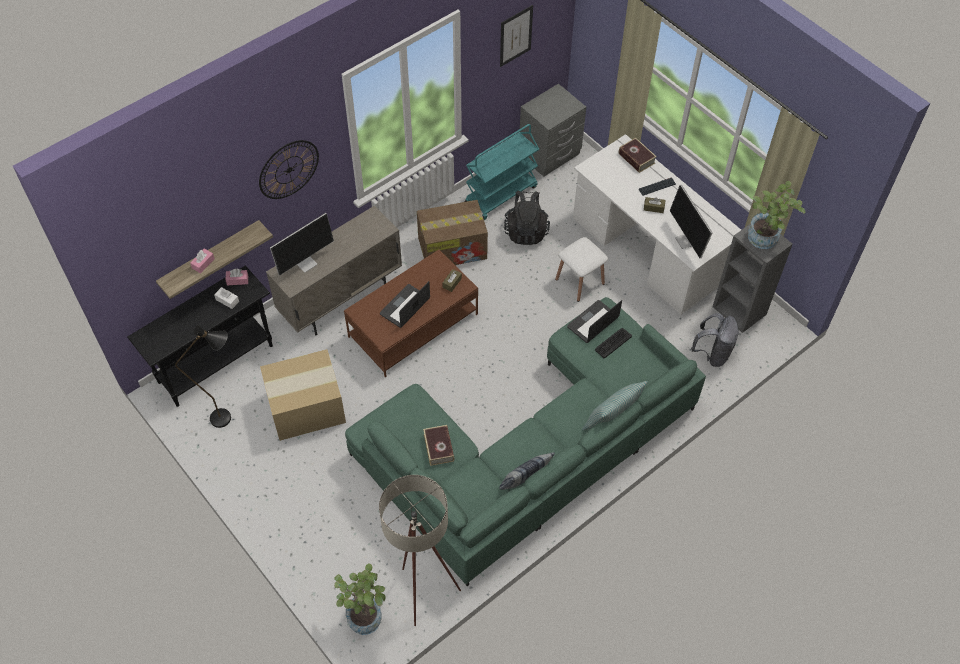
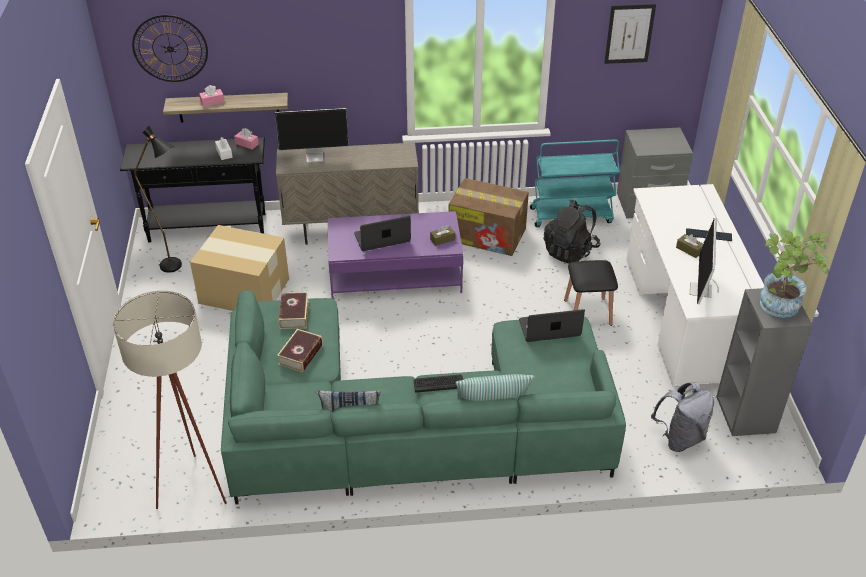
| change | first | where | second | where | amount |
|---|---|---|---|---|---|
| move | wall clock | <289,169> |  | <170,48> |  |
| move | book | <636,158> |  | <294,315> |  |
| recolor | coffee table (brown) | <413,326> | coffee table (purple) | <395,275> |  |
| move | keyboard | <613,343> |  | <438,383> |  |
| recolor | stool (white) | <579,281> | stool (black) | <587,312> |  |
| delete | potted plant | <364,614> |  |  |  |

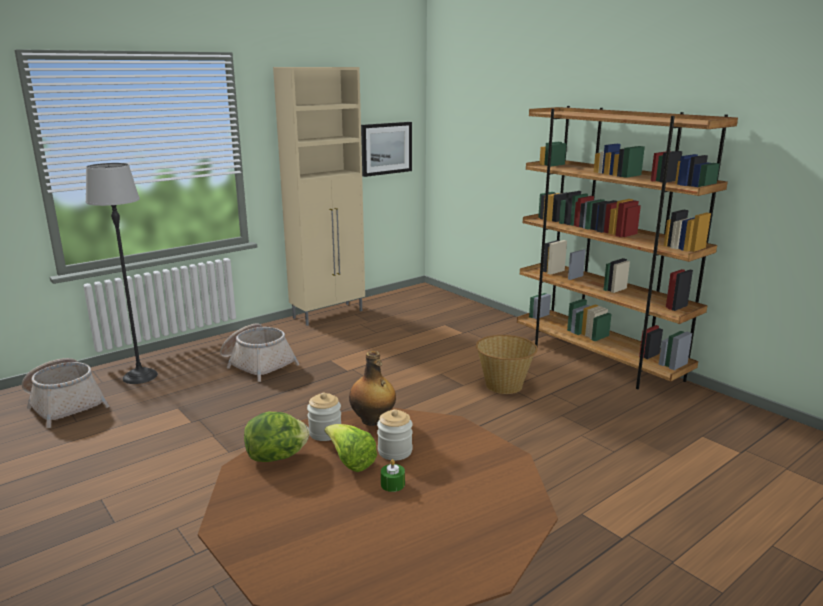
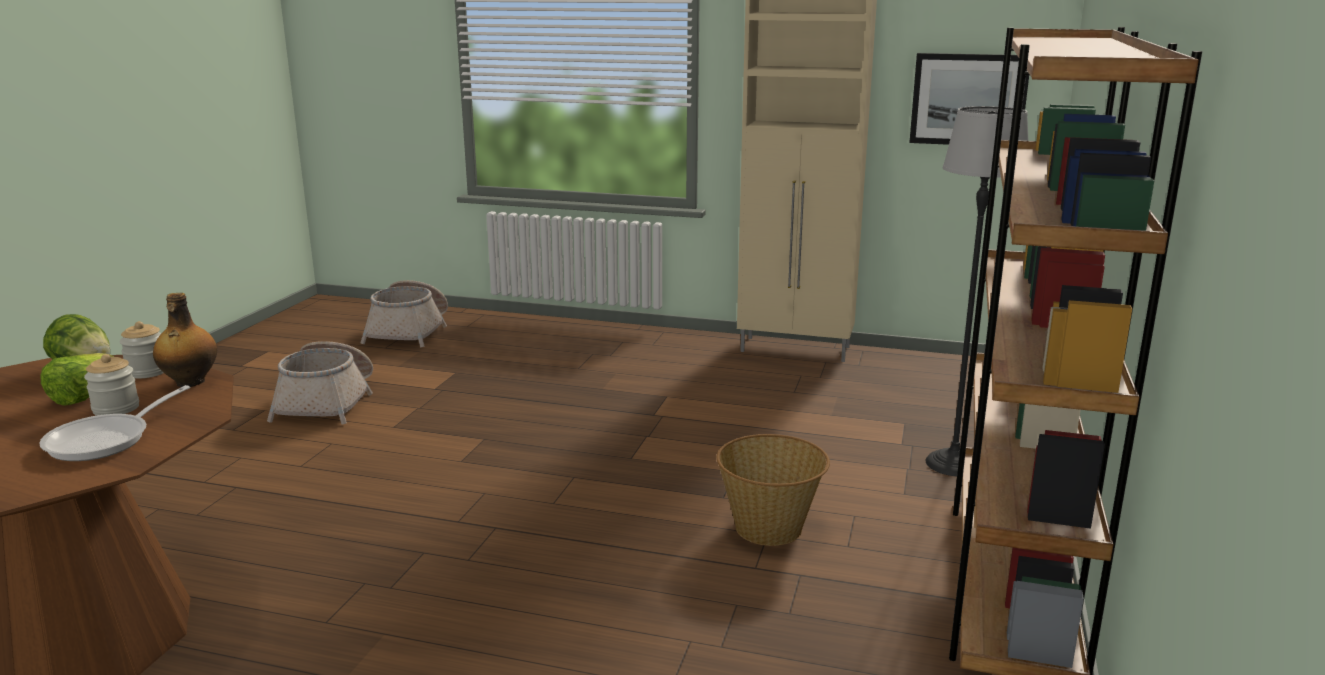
| change | first | where | second | where | amount |
|---|---|---|---|---|---|
| insert |  |  | frying pan | <106,440> |  |
| move | basket | <257,364> |  | <327,402> |  |
| move | floor lamp | <140,376> |  | <954,463> |  |
| delete | candle (green) | <392,484> |  |  |  |

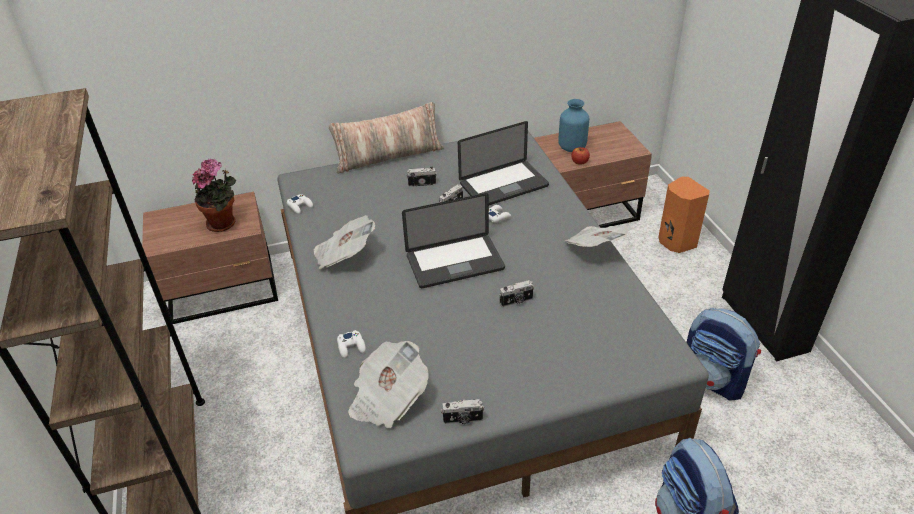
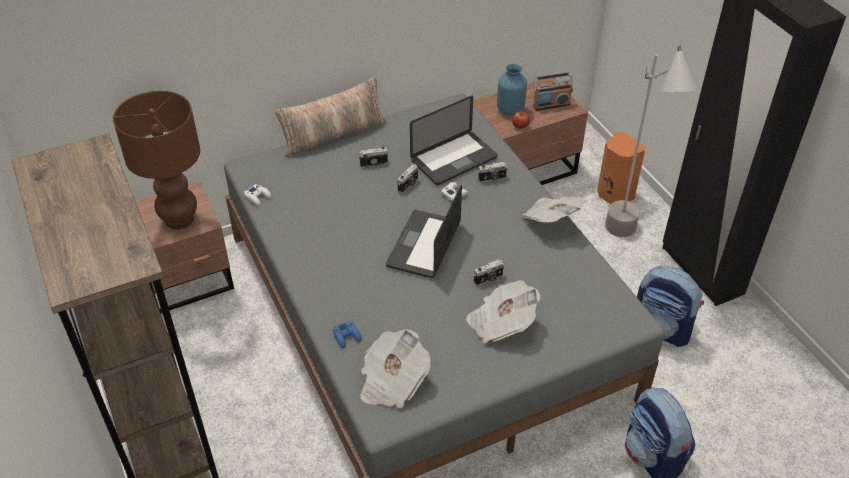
| change | first | where | second | where | amount |
|---|---|---|---|---|---|
| replace | potted plant | <224,223> | table lamp (brown) | <180,219> |  |
| recolor | game controller (white) | <351,346> | game controller (blue) | <347,336> |  |
| rotate | laptop | <455,262> |  | <424,245> | 135 degrees clockwise |
| move | newspaper | <344,255> |  | <501,323> |  |
| move | photo camera | <463,420> |  | <492,179> |  |
| insert |  |  | radio | <551,105> |  |
| insert |  |  | floor lamp (grey) | <628,244> |  |

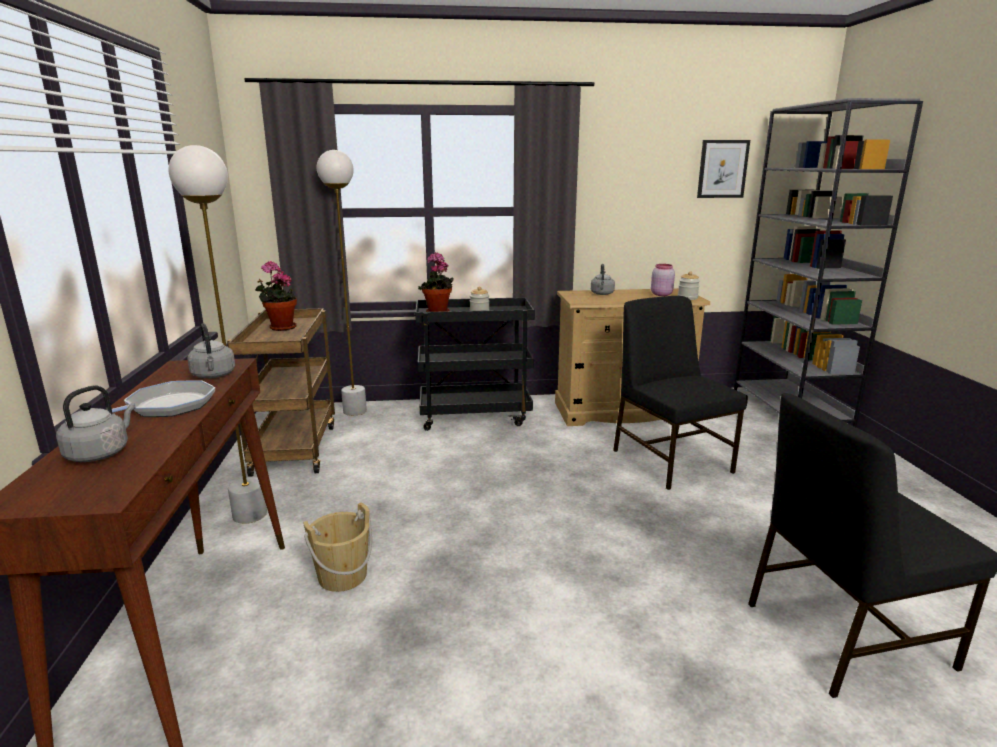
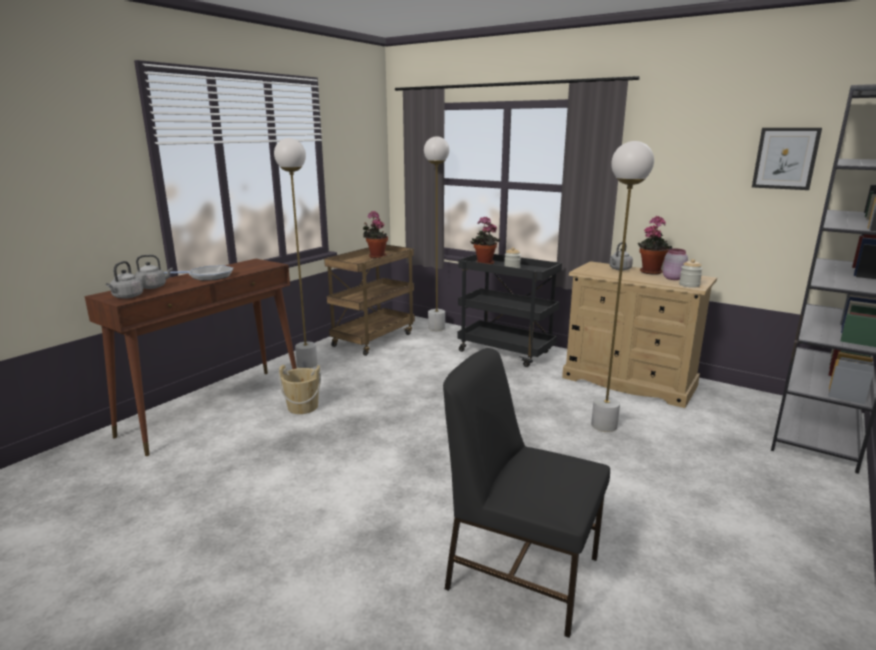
| change | first | where | second | where | amount |
|---|---|---|---|---|---|
| move | kettle (grey) | <214,375> |  | <127,297> |  |
| replace | chair (black) | <671,460> | floor lamp (white) | <604,425> |  |
| insert |  |  | potted plant | <650,271> |  |

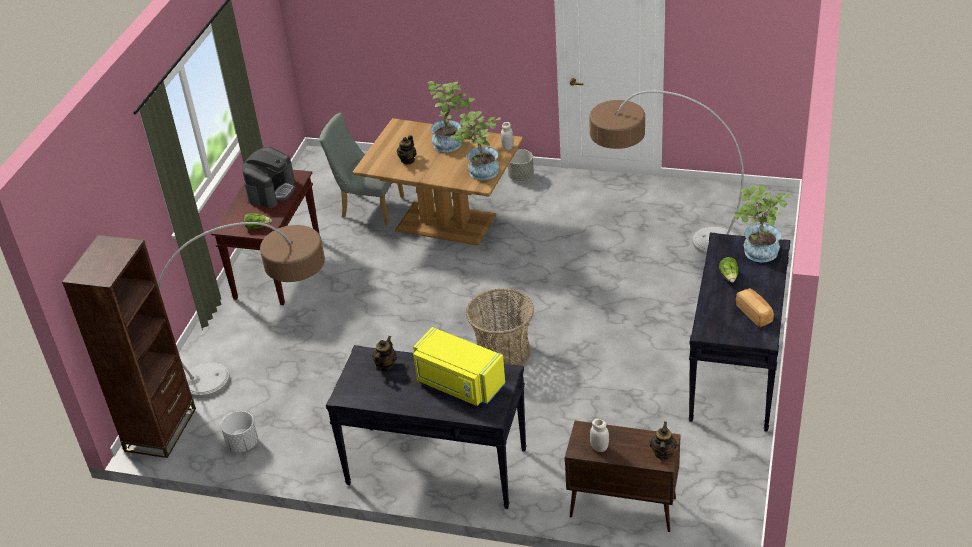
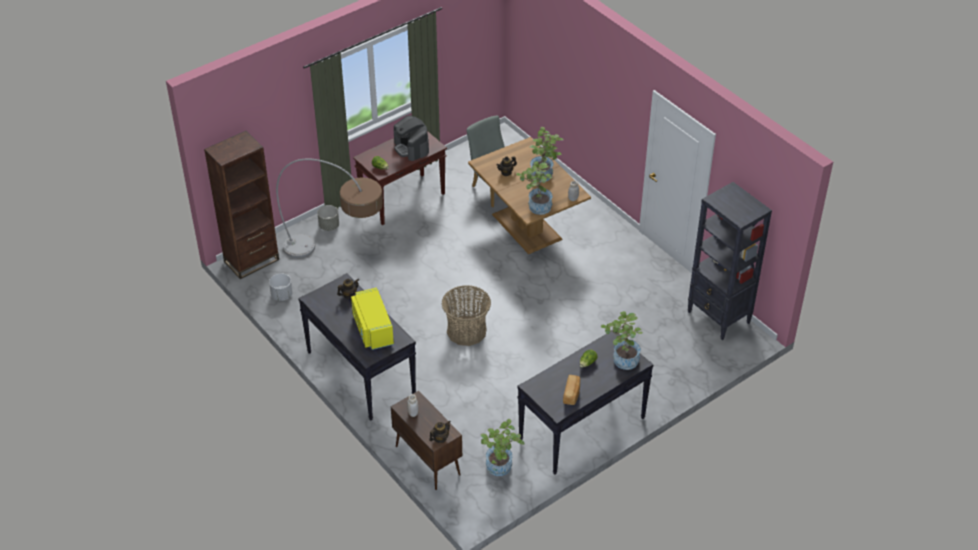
| change | first | where | second | where | amount |
|---|---|---|---|---|---|
| move | planter (grey) | <521,176> |  | <329,226> |  |
| rotate | coffee machine | <271,191> |  | <411,148> | 90 degrees clockwise |
| insert |  |  | potted plant | <500,469> |  |
| insert |  |  | bookcase (black) | <719,317> |  |
| delete | floor lamp | <657,232> |  |  |  |

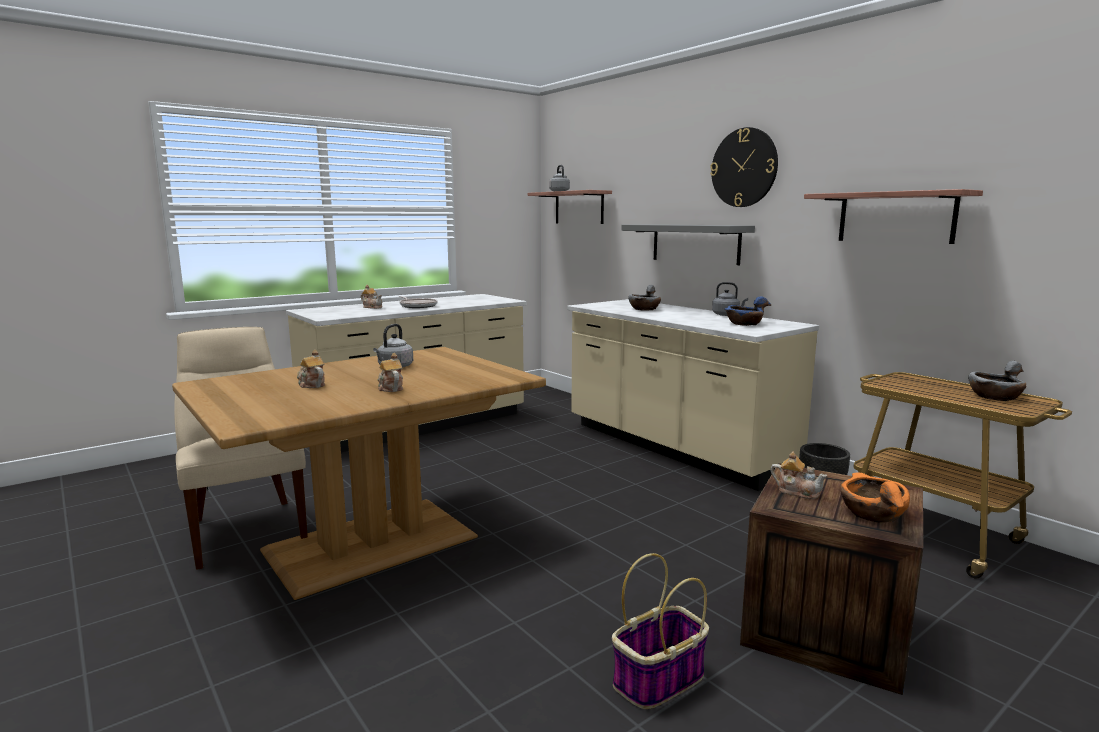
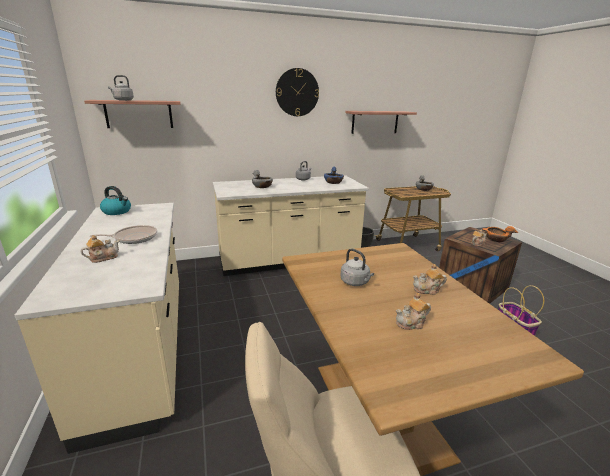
| change | first | where | second | where | amount |
|---|---|---|---|---|---|
| insert |  |  | kettle | <117,211> |  |
| delete | shelf (grey) | <695,243> |  |  |  |

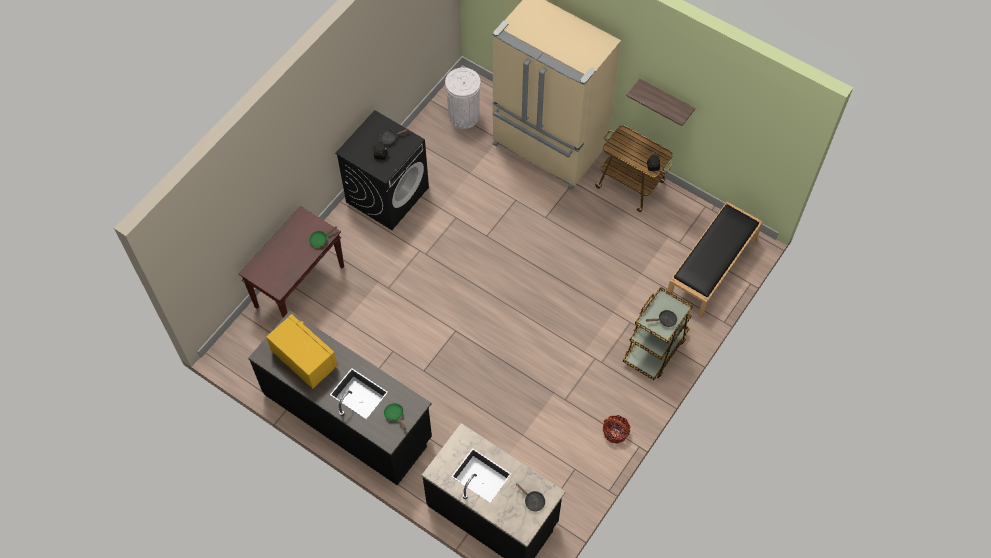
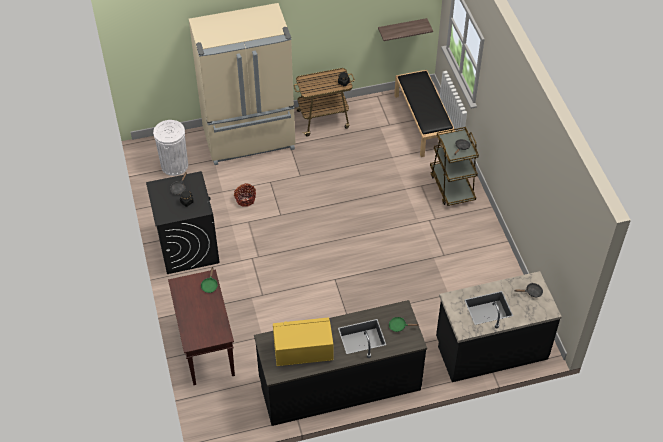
| change | first | where | second | where | amount |
|---|---|---|---|---|---|
| move | basket | <615,432> |  | <245,199> |  |
| move | shelf | <665,100> |  | <402,29> |  |

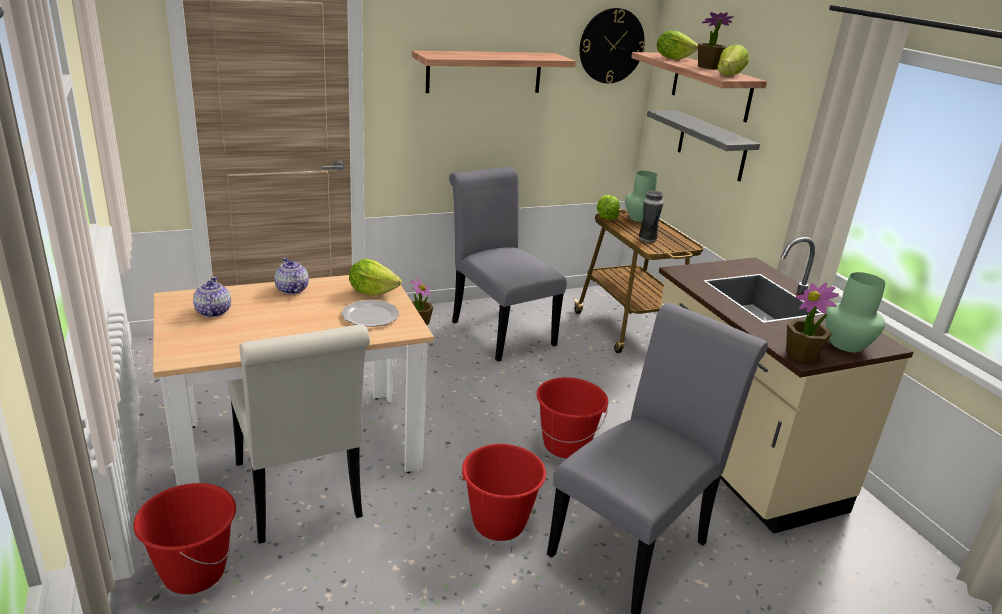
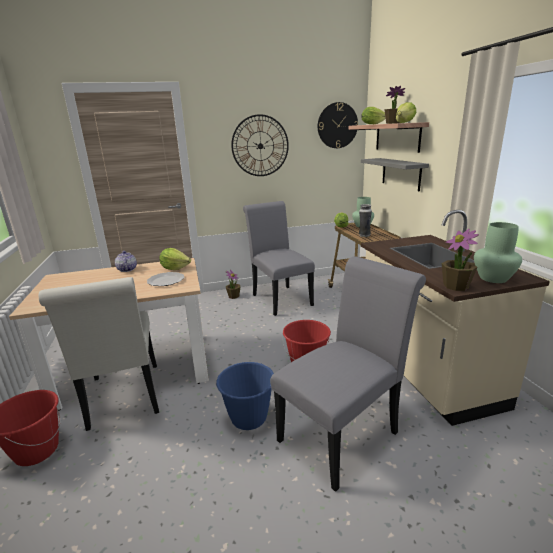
| change | first | where | second | where | amount |
|---|---|---|---|---|---|
| recolor | bucket (red) | <499,523> | bucket (blue) | <248,418> |  |
| replace | shelf | <484,72> | wall clock | <260,146> |  |
| delete | teapot | <213,312> |  |  |  |

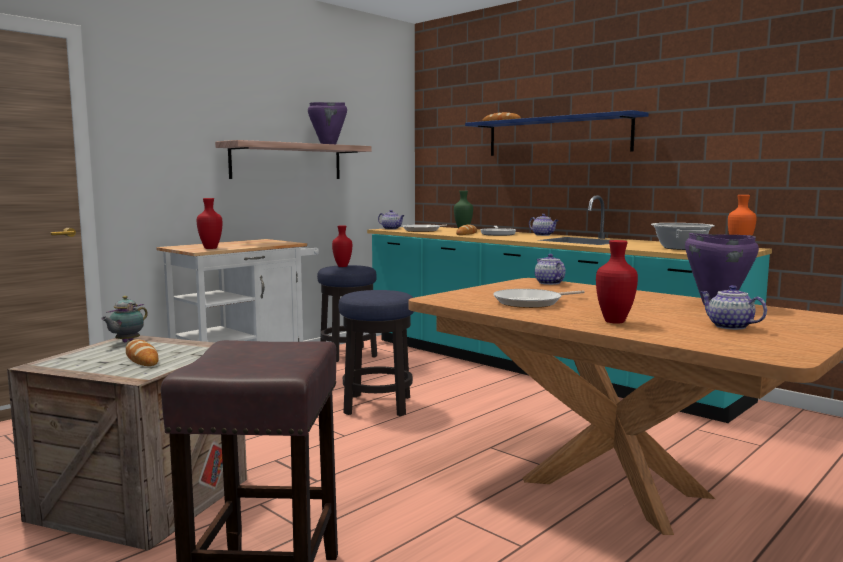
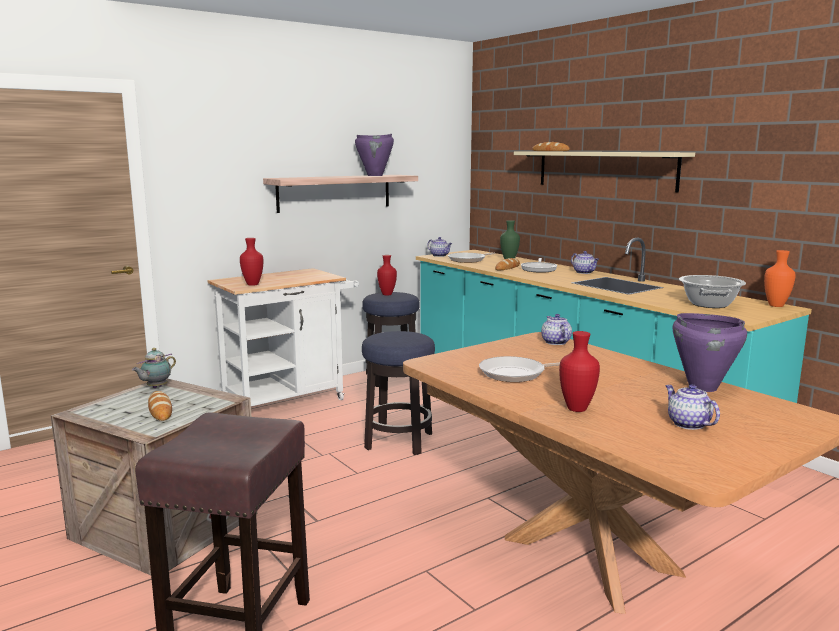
| change | first | where | second | where | amount |
|---|---|---|---|---|---|
| recolor | shelf (blue) | <557,136> | shelf (beige) | <604,170> |  |

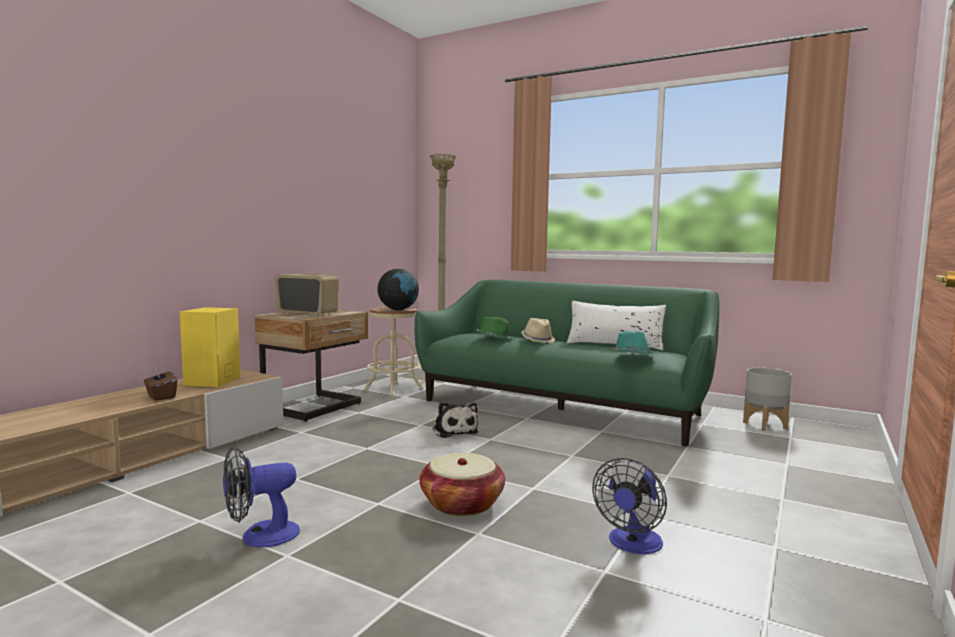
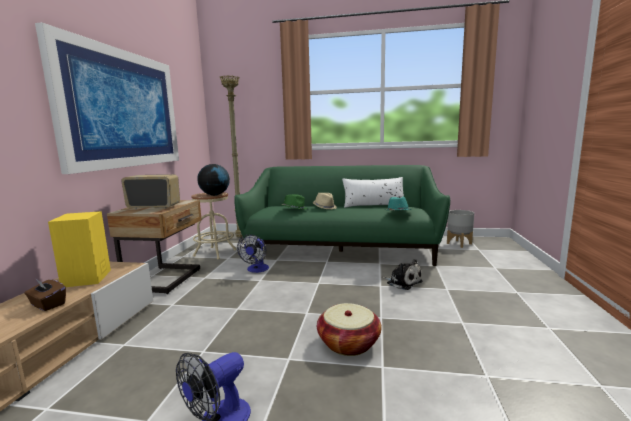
| change | first | where | second | where | amount |
|---|---|---|---|---|---|
| insert |  |  | picture | <122,109> |  |
| move | fan | <632,544> |  | <256,270> |  |
| move | plush toy | <454,431> |  | <402,282> |  |

